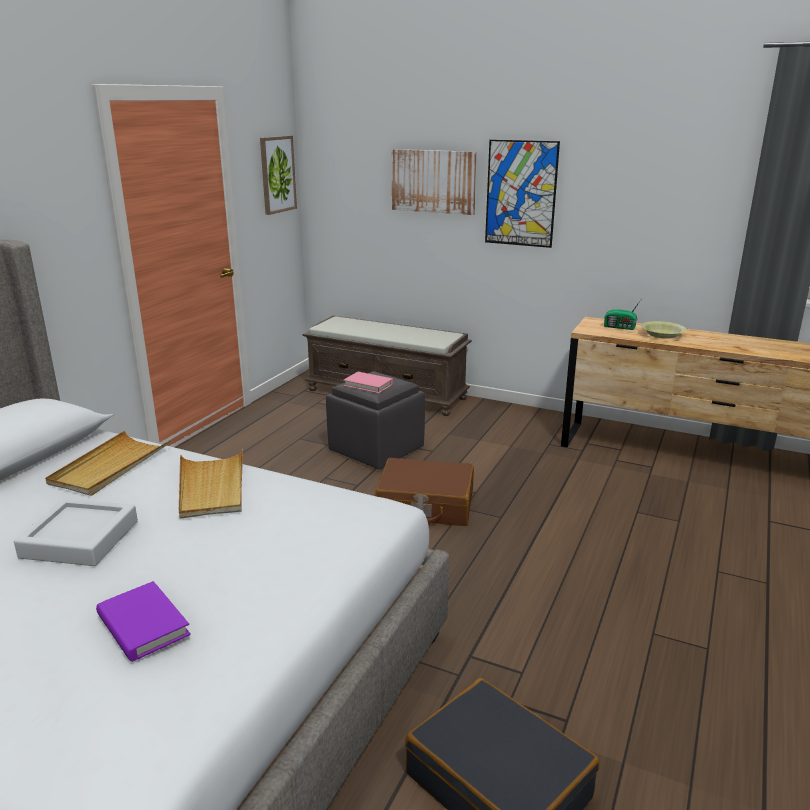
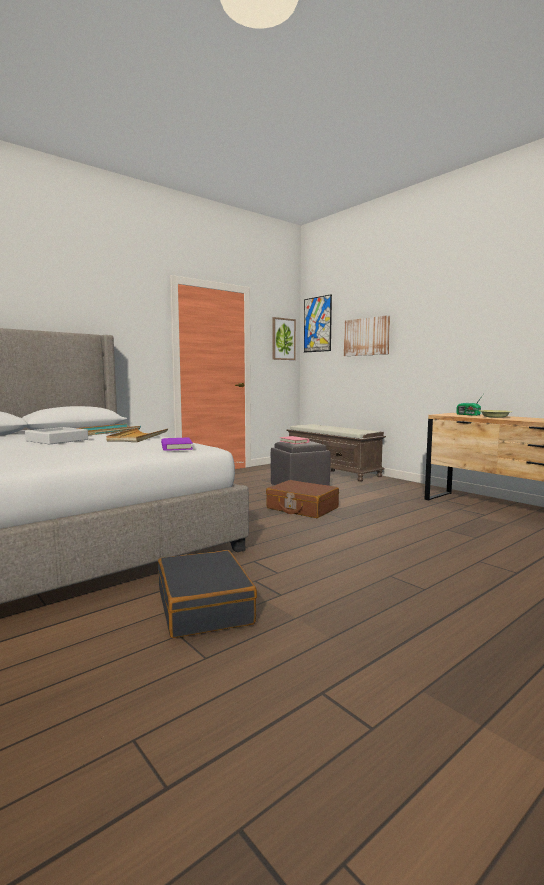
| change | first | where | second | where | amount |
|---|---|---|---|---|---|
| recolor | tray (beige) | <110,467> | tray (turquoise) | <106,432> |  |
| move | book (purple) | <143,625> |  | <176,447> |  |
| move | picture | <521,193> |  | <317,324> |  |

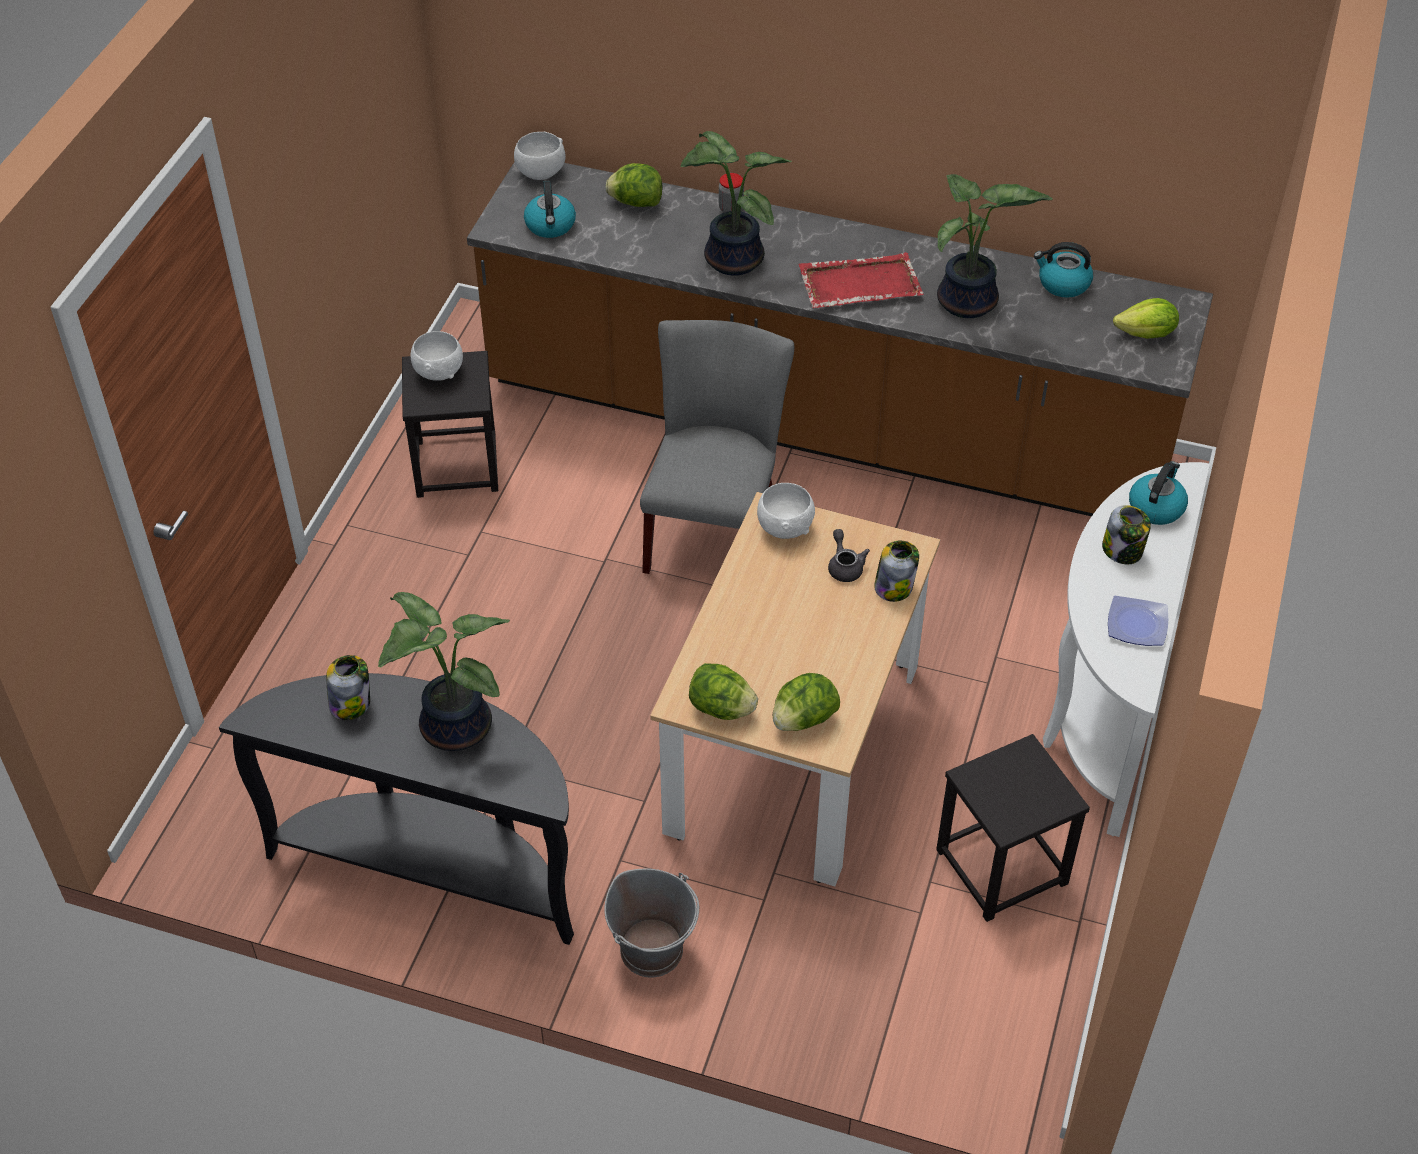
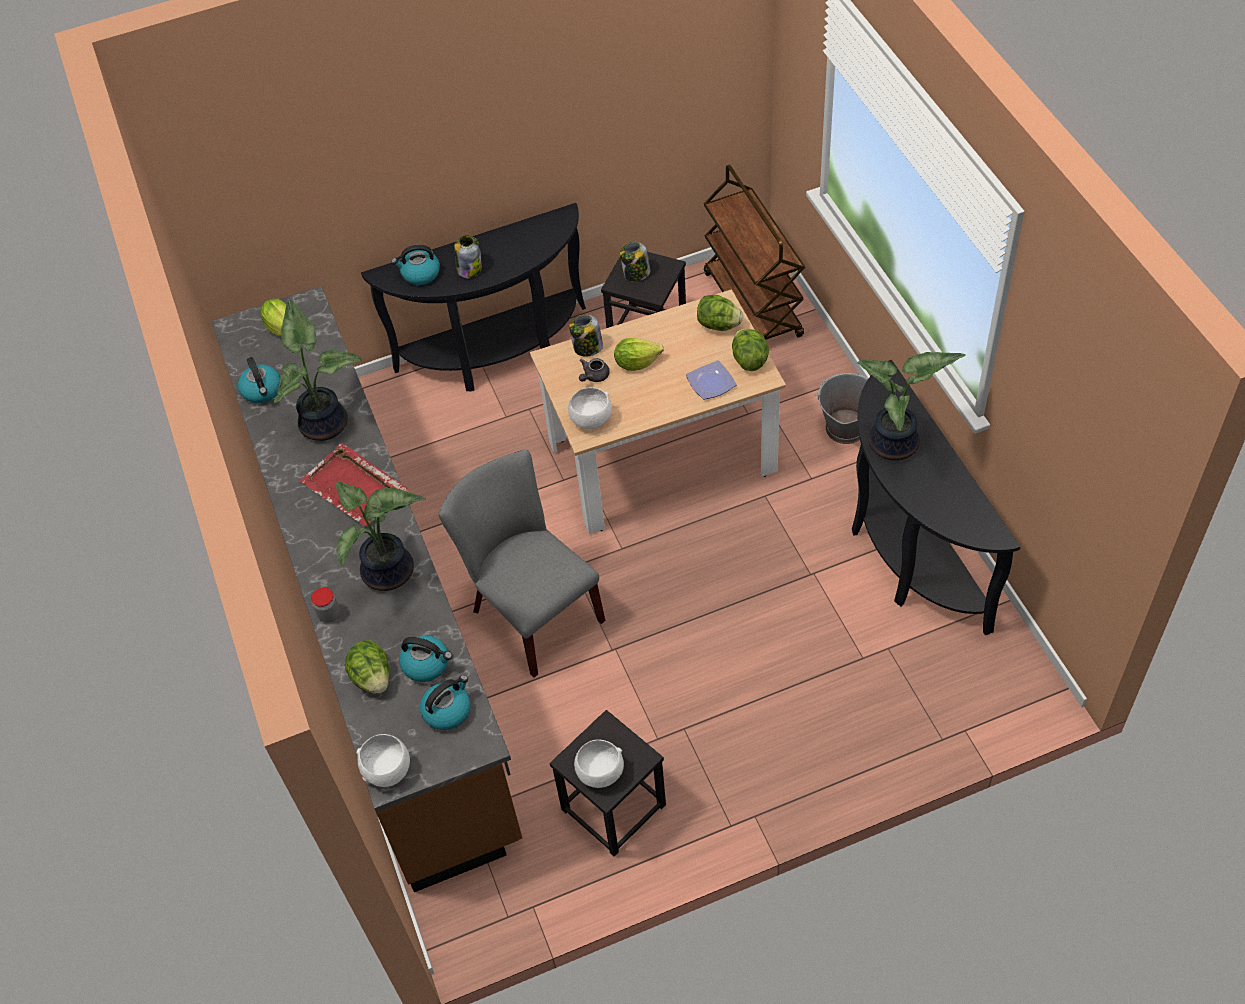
| change | first | where | second | where | amount |
|---|---|---|---|---|---|
| recolor | console table (white) | <1103,706> | console table (black) | <498,355> |  |
| insert |  |  | kettle | <427,664> |  |
| rotate | chair (grey) | <714,529> |  | <530,612> | 75 degrees clockwise |
| insert |  |  | lettuce | <636,363> |  |
| move | jar | <350,703> |  | <636,273> |  |
| move | plate | <1136,625> |  | <712,383> |  |
| insert |  |  | cart (brown) | <753,305> |  |

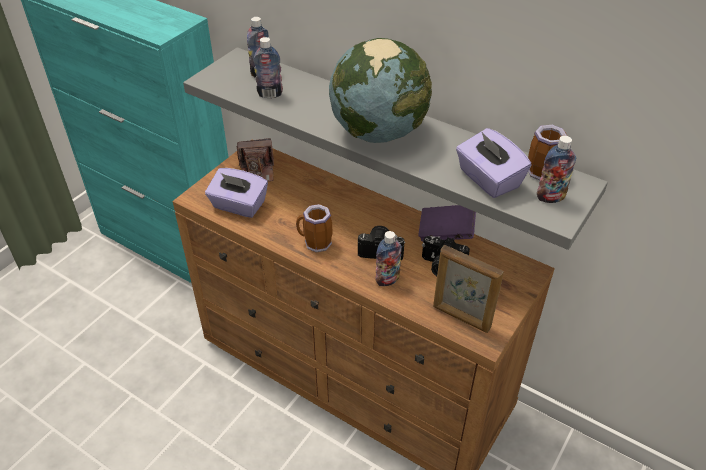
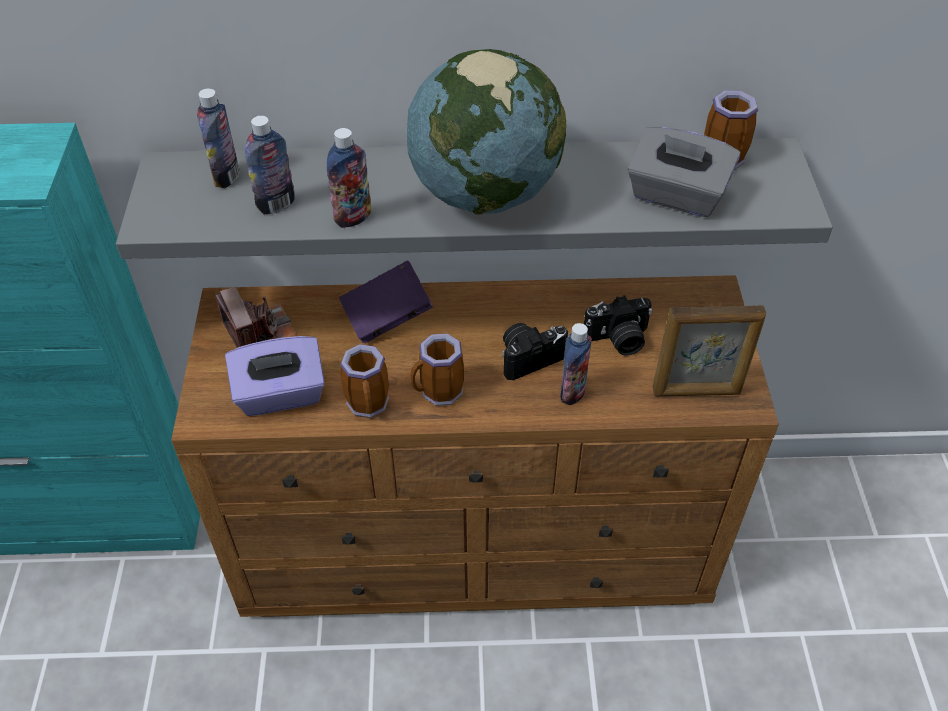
| change | first | where | second | where | amount |
|---|---|---|---|---|---|
| rotate | photo camera | <257,171> |  | <260,332> | 75 degrees counterclockwise |
| move | bottle | <550,197> |  | <353,217> |  |
| move | book (purple) | <446,233> |  | <387,317> |  |
| insert |  |  | mug | <370,405> |  |
| recolor | tissue box (purple) | <488,179> | tissue box (grey) | <676,196> |  |

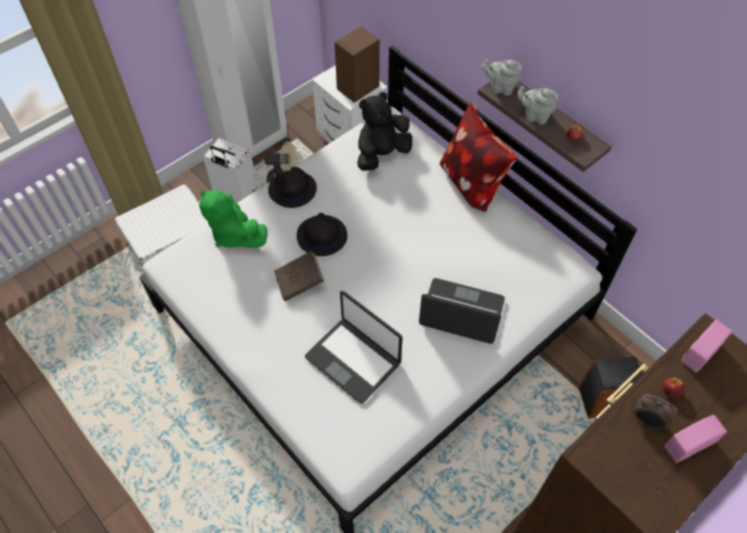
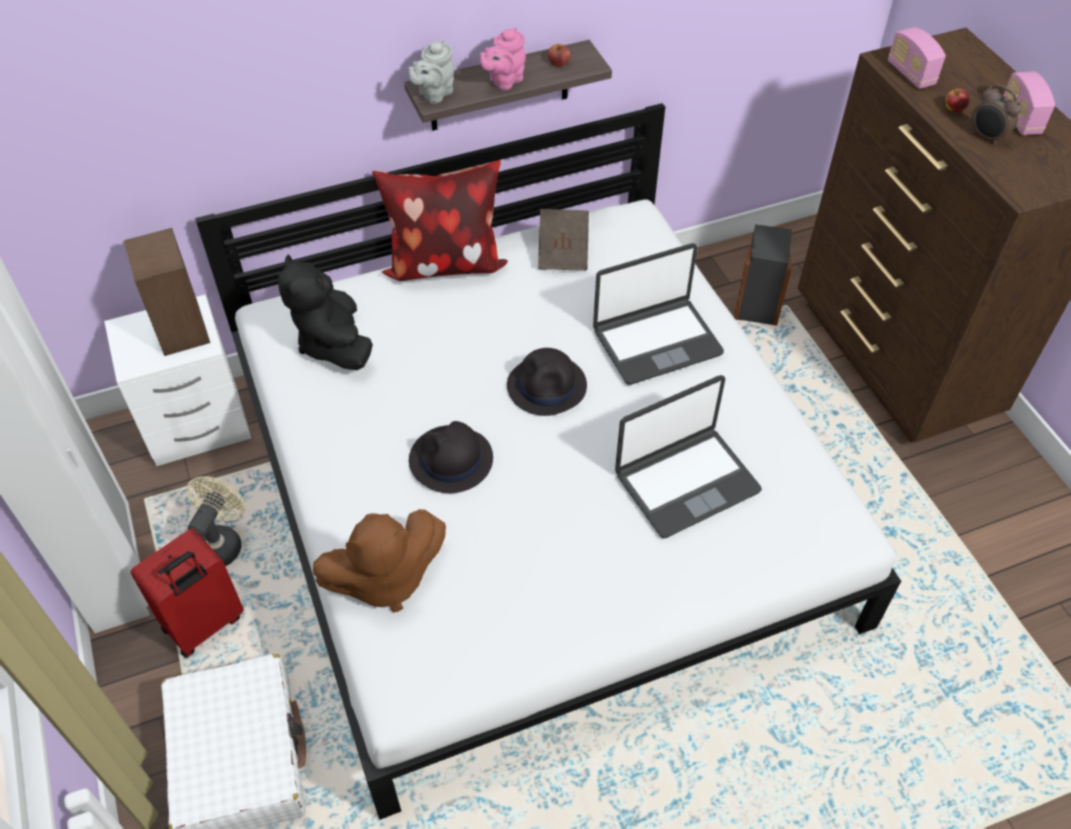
| change | first | where | second | where | amount |
|---|---|---|---|---|---|
| recolor | suitcase (white) | <235,194> | suitcase (red) | <204,625> |  |
| recolor | plush toy (green) | <234,234> | plush toy (brown) | <385,579> |  |
| recolor | teapot (grey) | <534,116> | teapot (pink) | <504,81> |  |
| move | hat (black) | <292,190> |  | <547,386> |  |
| move | book (brown) | <299,282> |  | <563,252> |  |
| rotate | laptop | <461,313> |  | <656,341> | 150 degrees counterclockwise |
| rotate | alarm clock | <646,421> |  | <986,137> | 90 degrees clockwise |

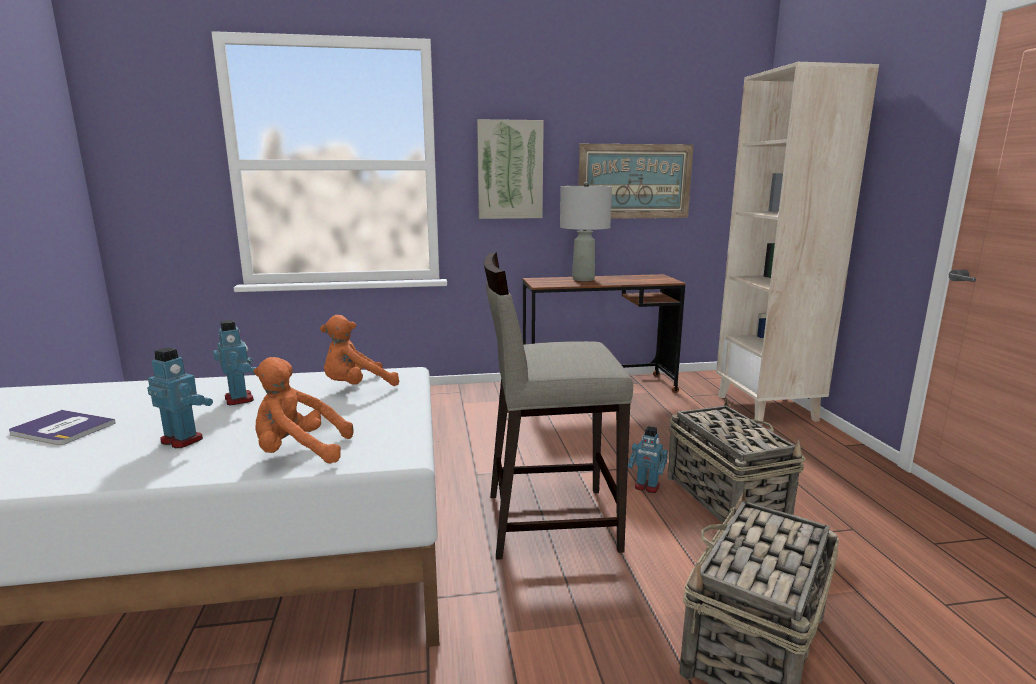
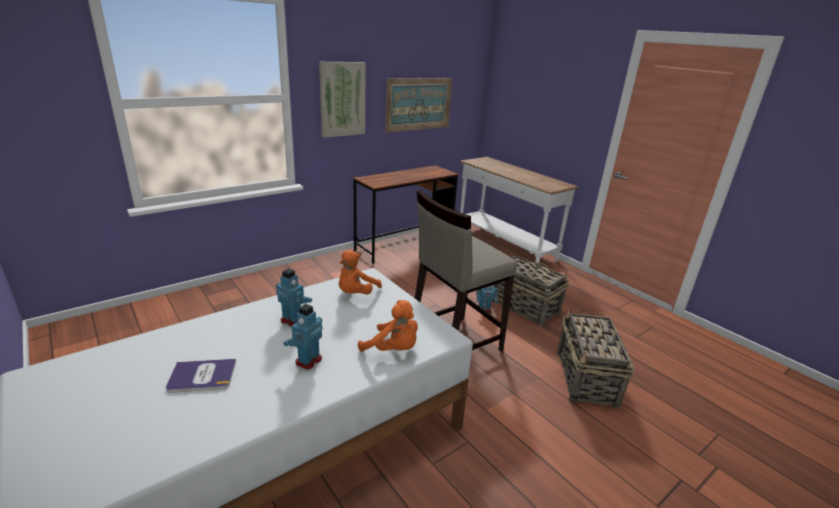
| change | first | where | second | where | amount |
|---|---|---|---|---|---|
| rotate | toy robot | <183,440> |  | <308,360> | 60 degrees counterclockwise |
| rotate | plush toy (orange) | <299,452> |  | <393,349> | 120 degrees counterclockwise |
| replace | bookcase (beige) | <767,408> | console table (white) | <504,244> |  |
| delete | table lamp (grey) | <583,279> |  |  |  |

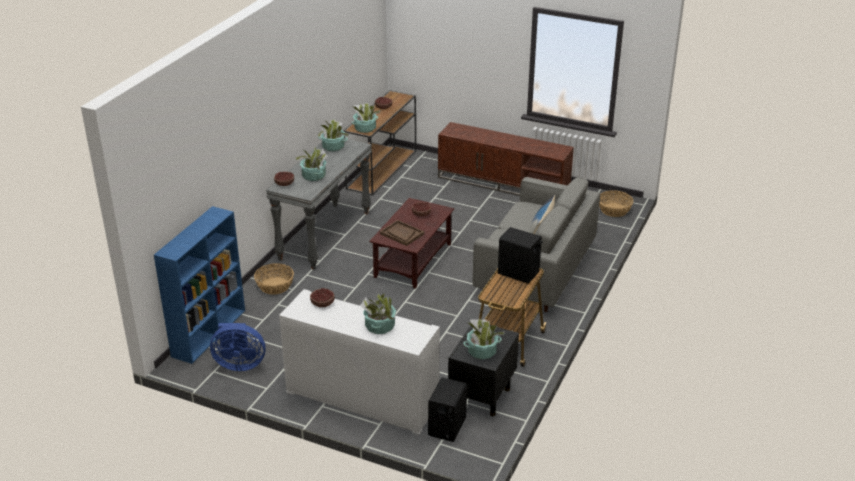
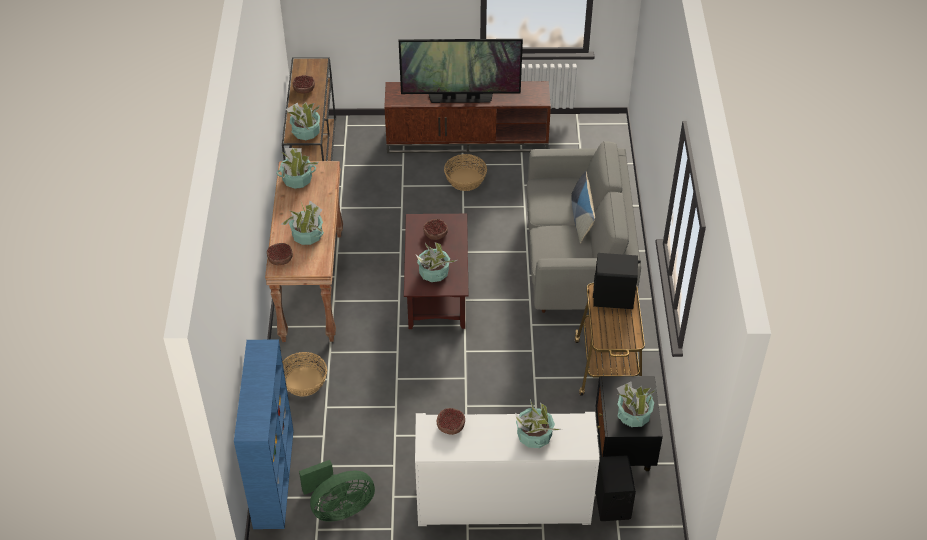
| change | first | where | second | where | amount |
|---|---|---|---|---|---|
| recolor | console table (grey) | <324,235> | console table (brown) | <311,286> |  |
| recolor | fan (blue) | <239,364> | fan (green) | <339,508> |  |
| insert |  |  | television | <460,98> |  |
| replace | tray (brown) | <401,234> | potted plant | <433,273> |  |
| move | basket | <614,210> |  | <465,179> |  |

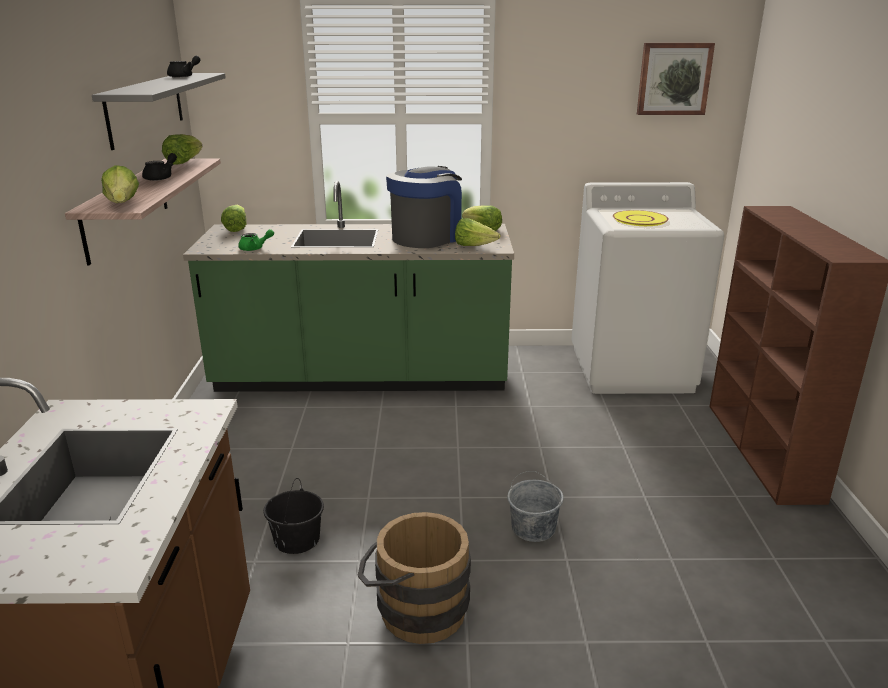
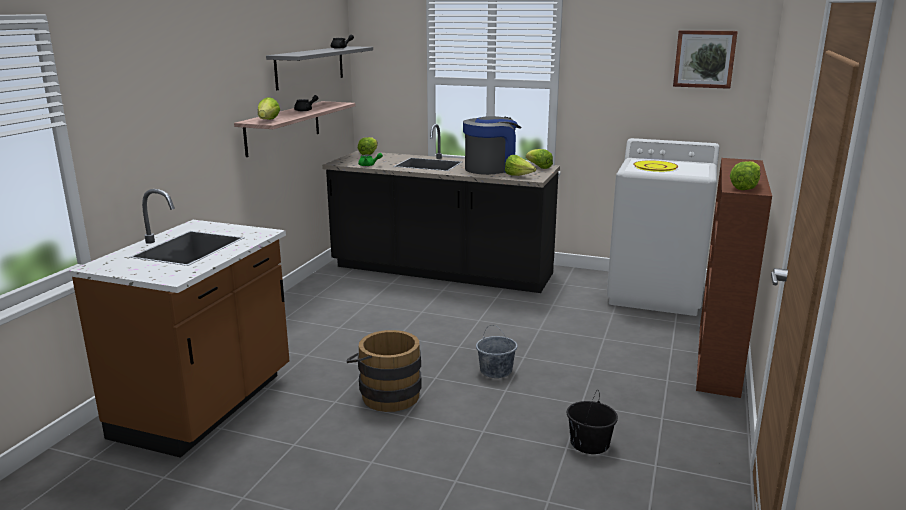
| change | first | where | second | where | amount |
|---|---|---|---|---|---|
| recolor | counter (green) | <362,378> | counter (black) | <441,272> |  |
| move | bucket (black) | <297,539> |  | <589,443> |  |
| move | lettuce | <184,162> |  | <745,187> |  |

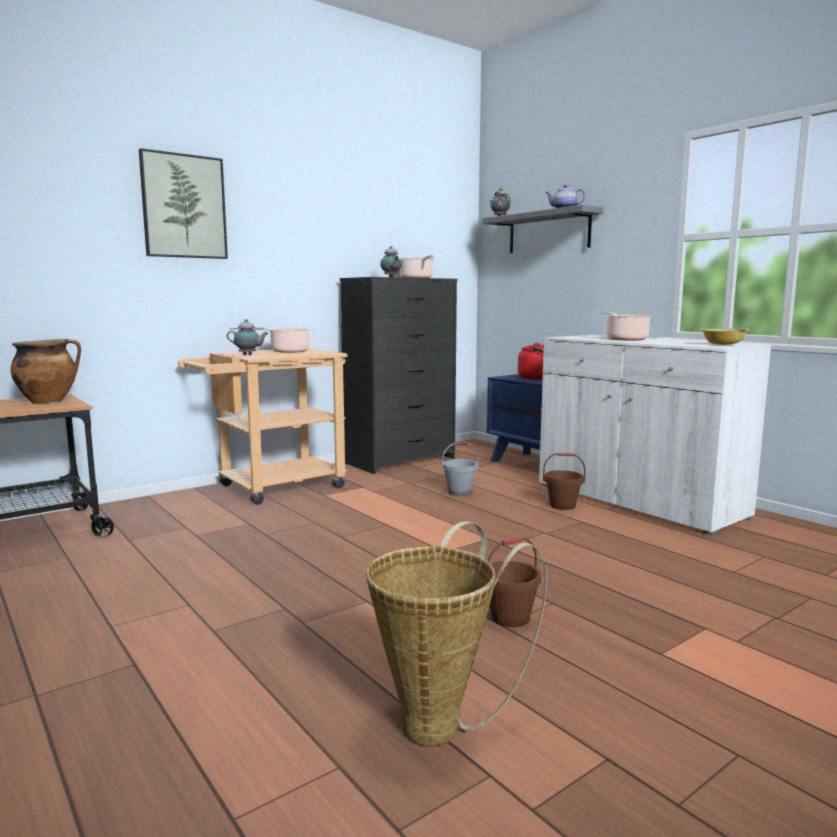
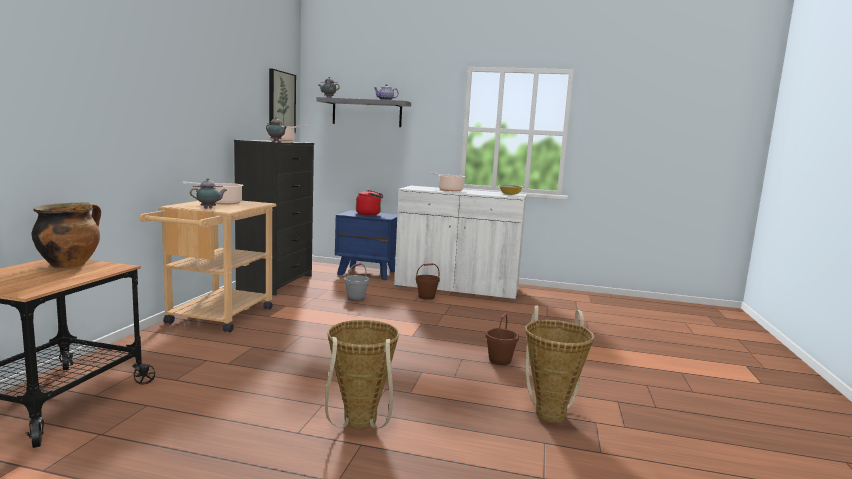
| change | first | where | second | where | amount |
|---|---|---|---|---|---|
| move | picture | <184,206> |  | <281,102> |  |
| insert |  |  | basket | <359,426> |  |

